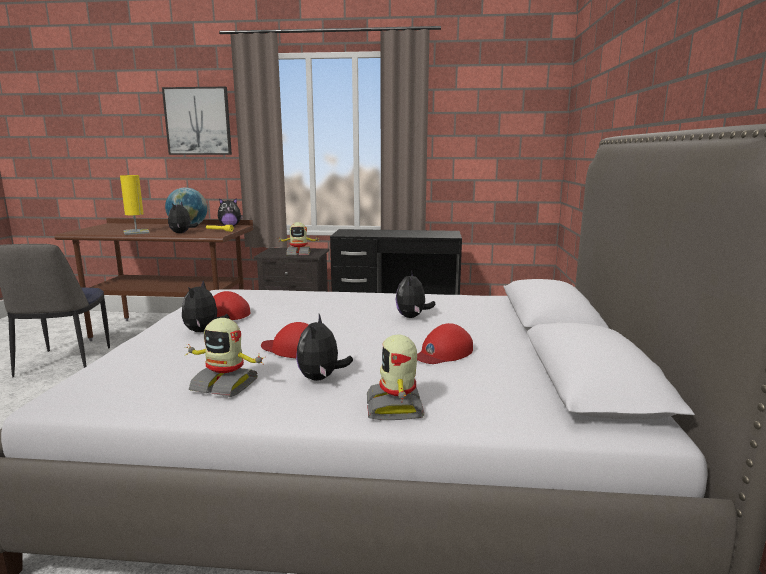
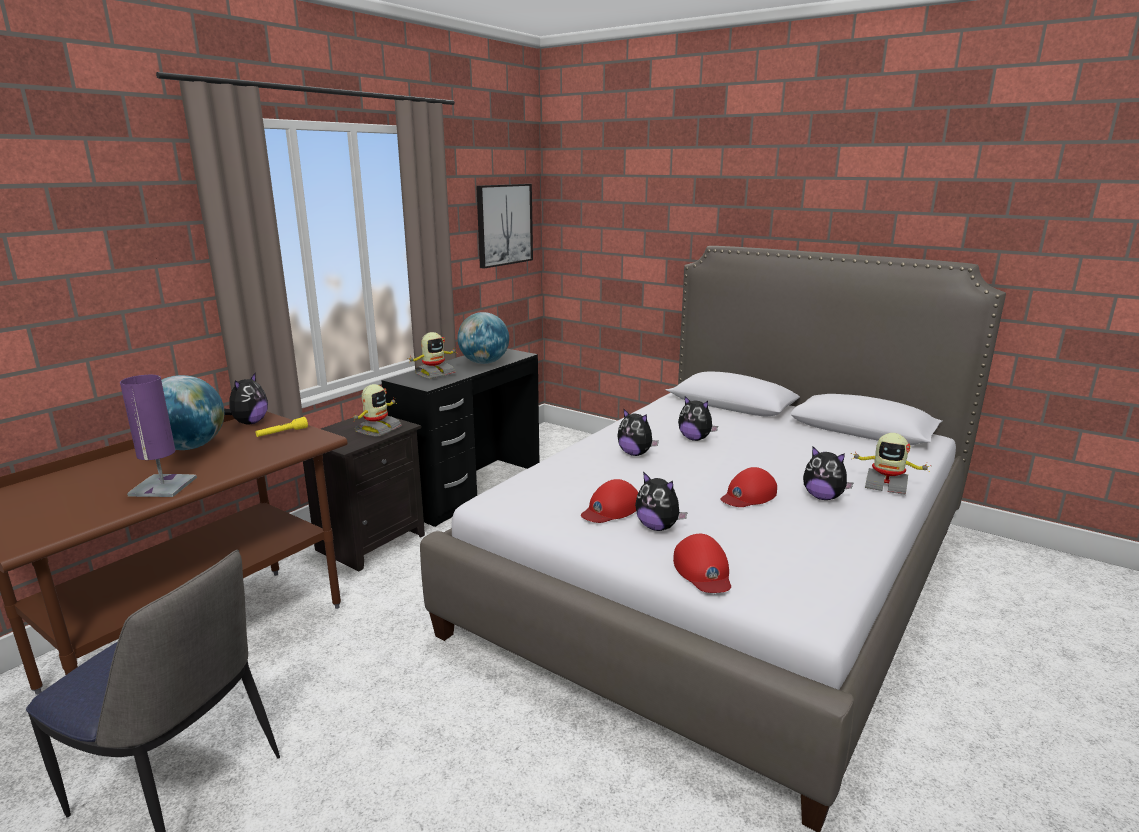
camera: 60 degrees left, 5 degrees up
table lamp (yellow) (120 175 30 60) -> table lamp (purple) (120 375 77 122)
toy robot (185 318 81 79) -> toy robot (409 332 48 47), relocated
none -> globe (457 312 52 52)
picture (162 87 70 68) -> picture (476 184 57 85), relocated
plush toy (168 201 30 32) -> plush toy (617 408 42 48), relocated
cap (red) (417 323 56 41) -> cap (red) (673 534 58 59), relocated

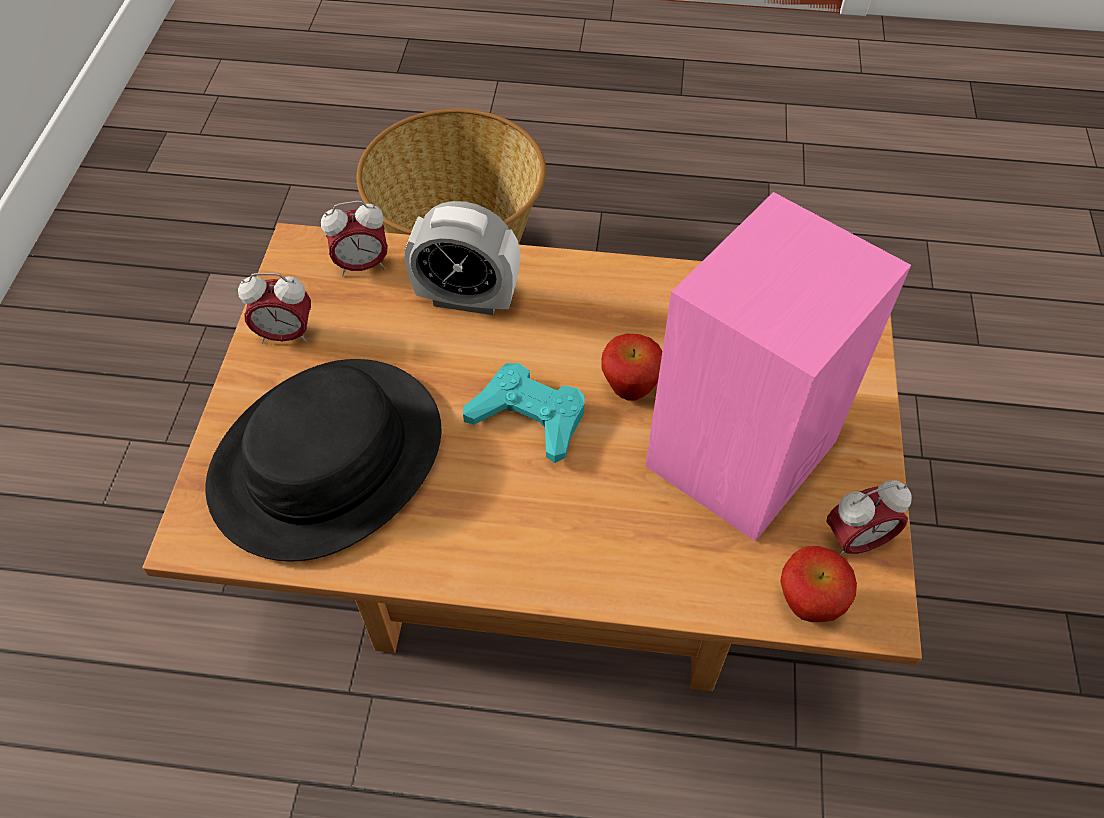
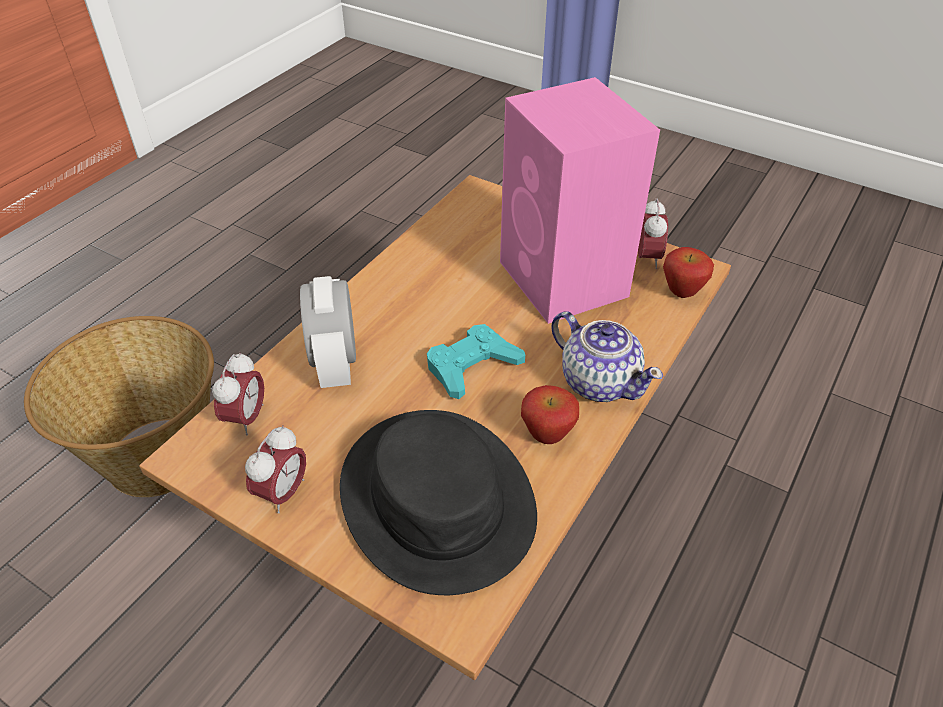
camera: 65 degrees left, 10 degrees down
alarm clock (405 201 115 114) -> alarm clock (300 276 56 112), 135 degrees clockwise
apple (601 334 61 67) -> apple (521 385 58 59), relocated
none -> teapot (551 311 112 91)

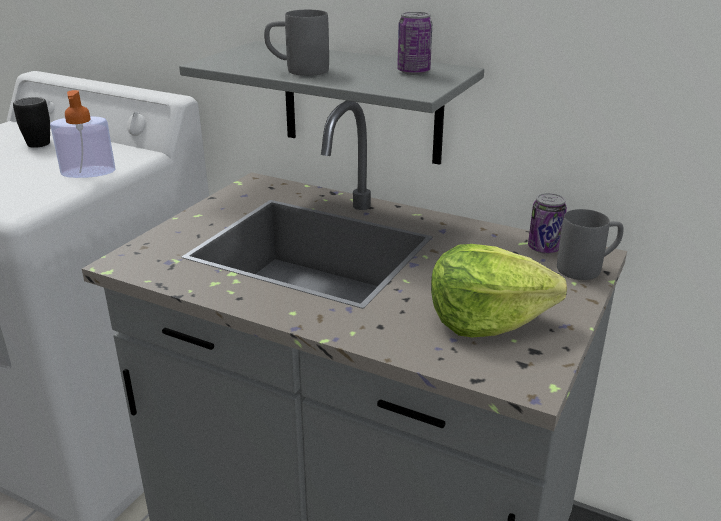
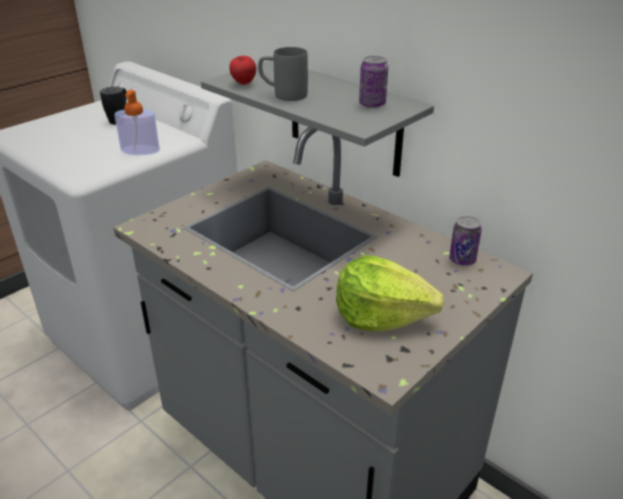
camera: 15 degrees right, 5 degrees up
none -> apple (229 56 27 29)
mug (grey) (557 209 67 71) -> none

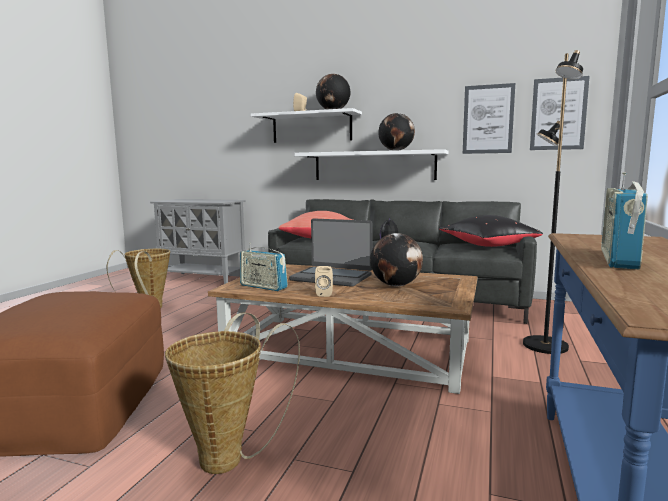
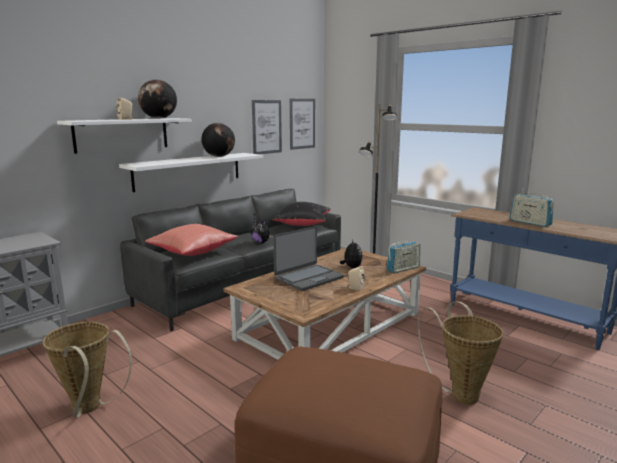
camera: 65 degrees left, 5 degrees up
globe (370 233 53 53) -> plush toy (340 240 23 28)
radio (240 243 48 48) -> radio (387 241 33 32), relocated

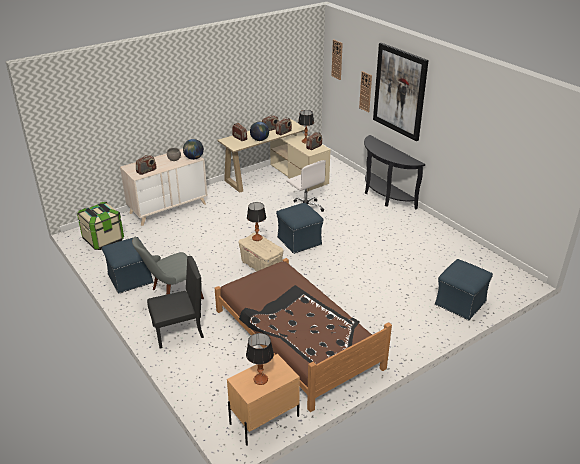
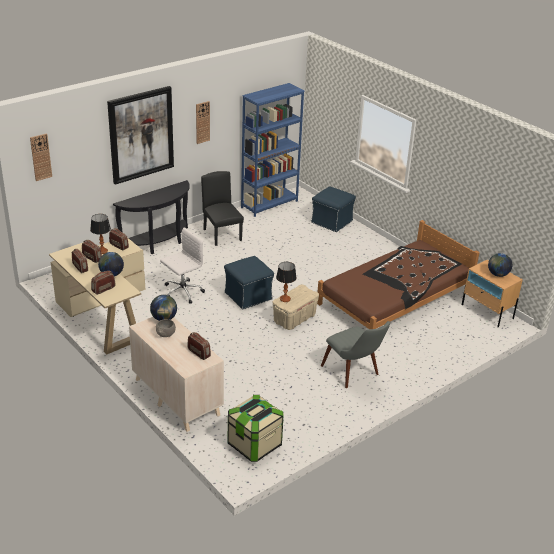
camera: 95 degrees left, 0 degrees up
wall clock (359 71 13 42) -> wall clock (196 101 14 43), relocated
chair (black) (147 256 57 92) -> chair (black) (201 171 43 75), relocated
none -> bookcase (blue) (241 83 64 134)
table lamp (246 333 28 52) -> globe (488 253 24 24)
ottoman (blue) (102 237 51 57) -> none

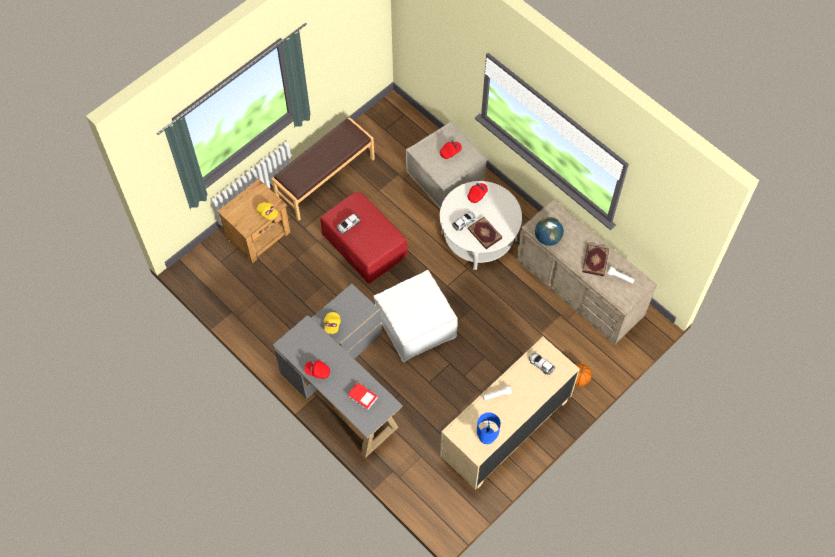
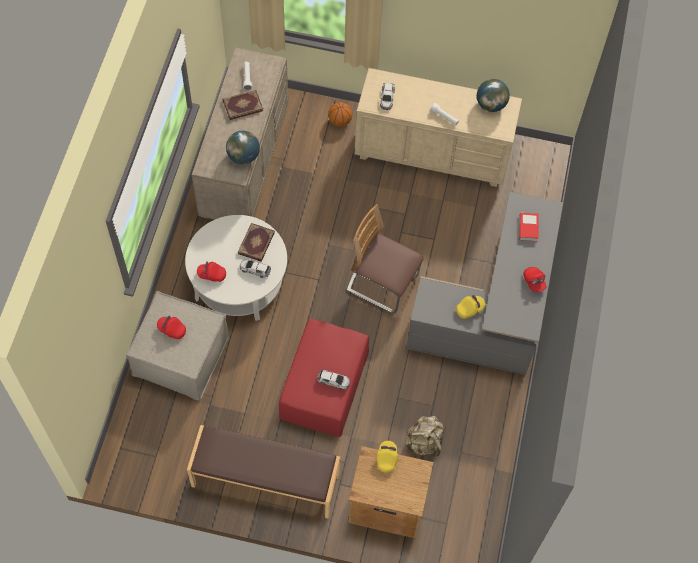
camera: 125 degrees left, 0 degrees up
ottoman (white) (373 270 85 92) -> chair (347 204 77 109)
none -> backpack (beige) (405 416 41 41)
table lamp (blue) (477 412 24 32) -> globe (477 79 33 33)

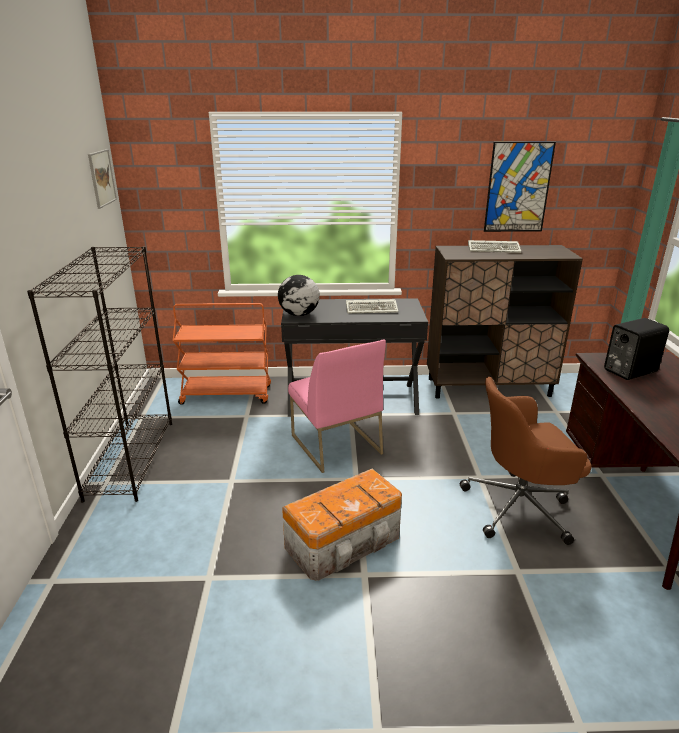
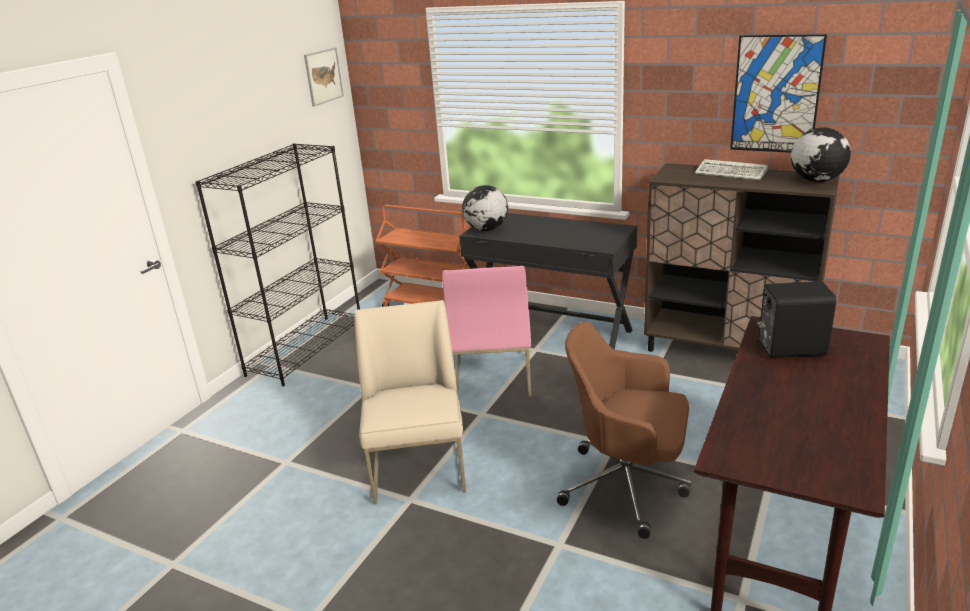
camera: 30 degrees right, 0 degrees up
storage box (282 469 120 112) -> chair (beige) (354 300 112 204)
none -> globe (791 127 60 55)
keyboard (346 299 52 14) -> none

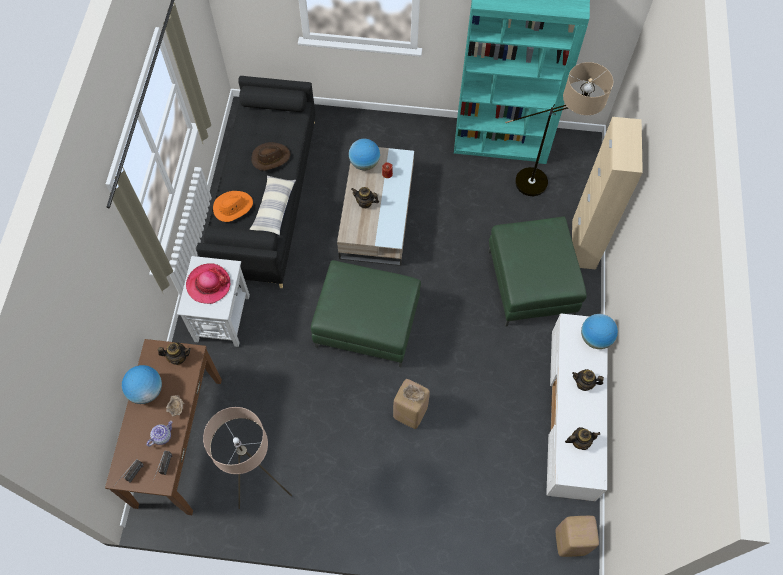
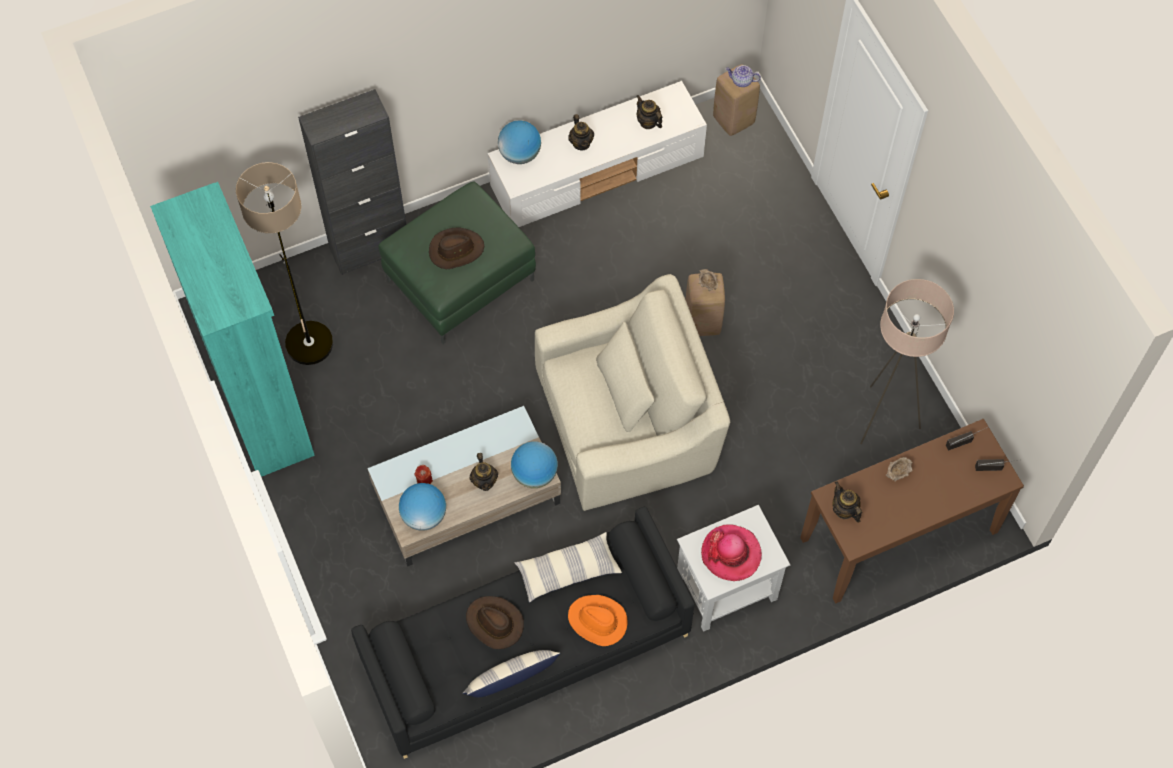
camera: 120 degrees left, 0 degrees up
cabinet (beige) (572 117 71 153) -> cabinet (black) (298 89 108 186)
none -> hat (brown) (429 227 55 42)
none -> pillow (462 650 98 47)
globe (122 365 40 39) -> globe (511 441 47 47), relocated
ottoman (green) (311 260 110 107) -> armchair (beige) (535 274 195 237)
teapot (147 421 25 26) -> teapot (726 65 35 22), relocated

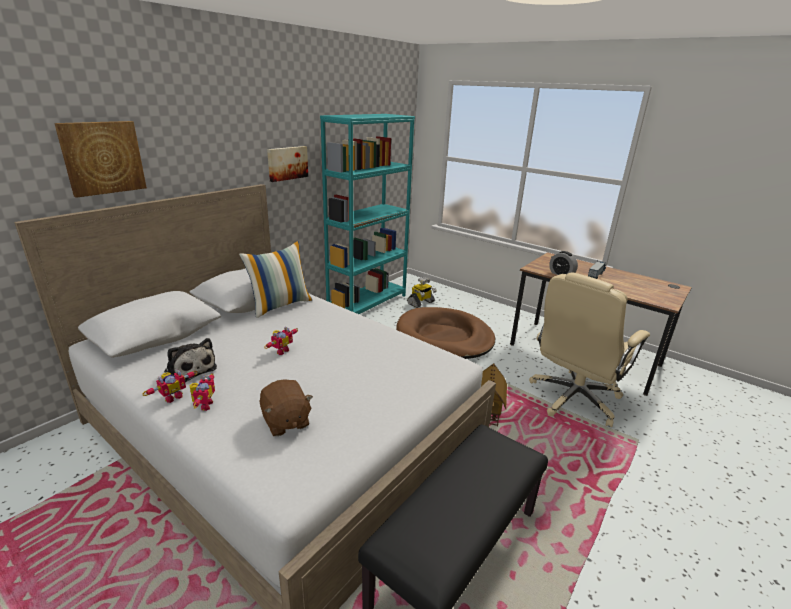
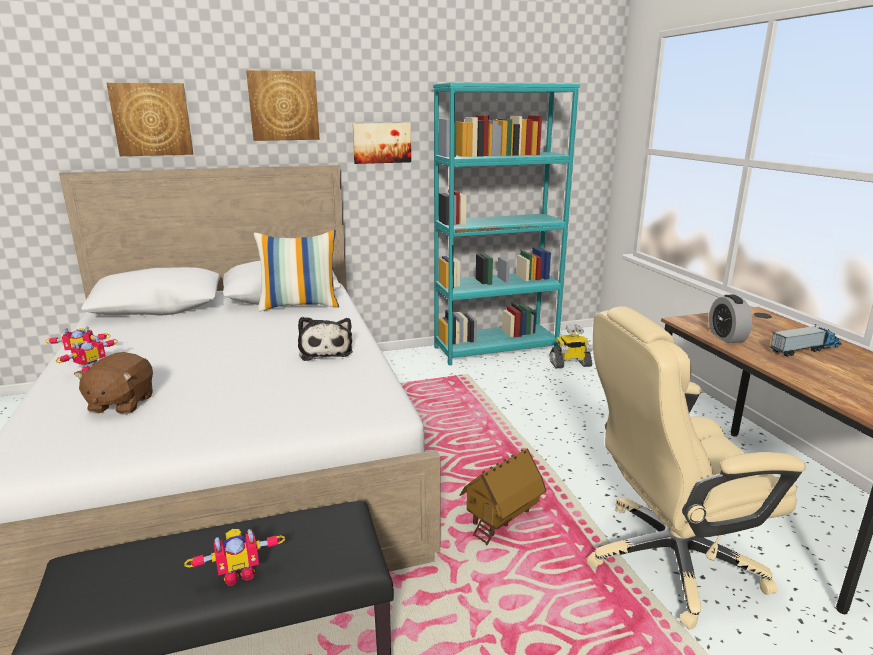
camera: 35 degrees right, 5 degrees down
toy robot (265 327 33 28) -> toy robot (184 529 101 57), relocated
none -> picture (246 70 74 71)
plush toy (164 338 53 44) -> plush toy (298 317 55 44), relocated
dog bed (brown) (396 307 99 52) -> none

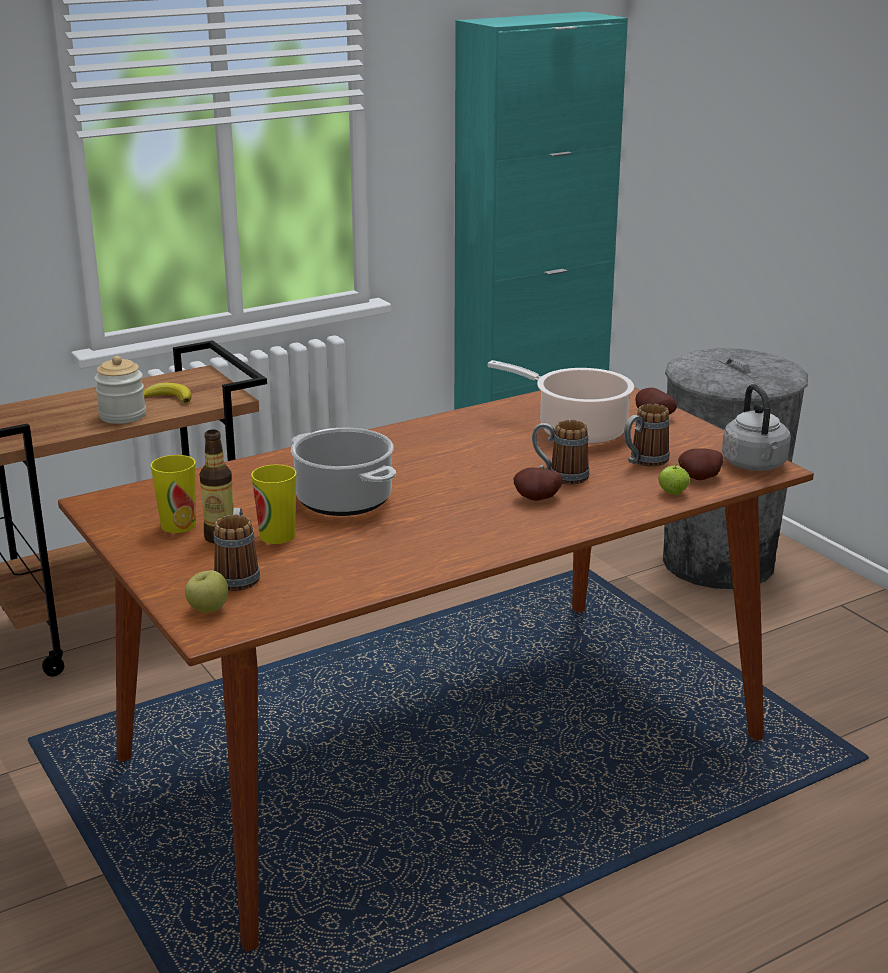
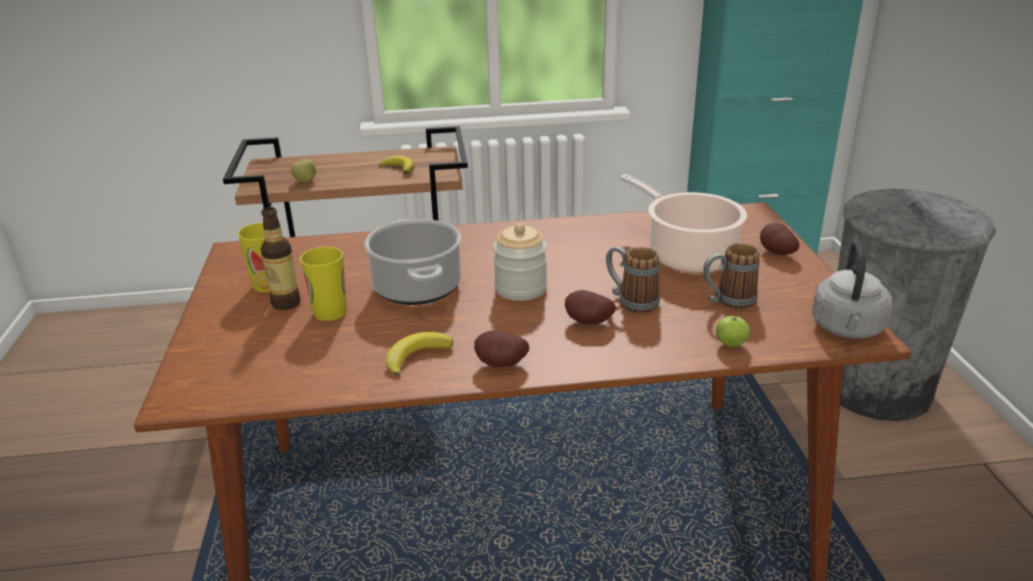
camera: 25 degrees right, 5 degrees up
apple (185 570 43 43) -> apple (291 159 25 24), relocated
none -> banana (386 332 67 45)
potato (678 448 46 32) -> potato (474 331 55 36), relocated
jar (94 356 52 68) -> jar (493 223 54 78), relocated
mug (214 508 46 83) -> none

